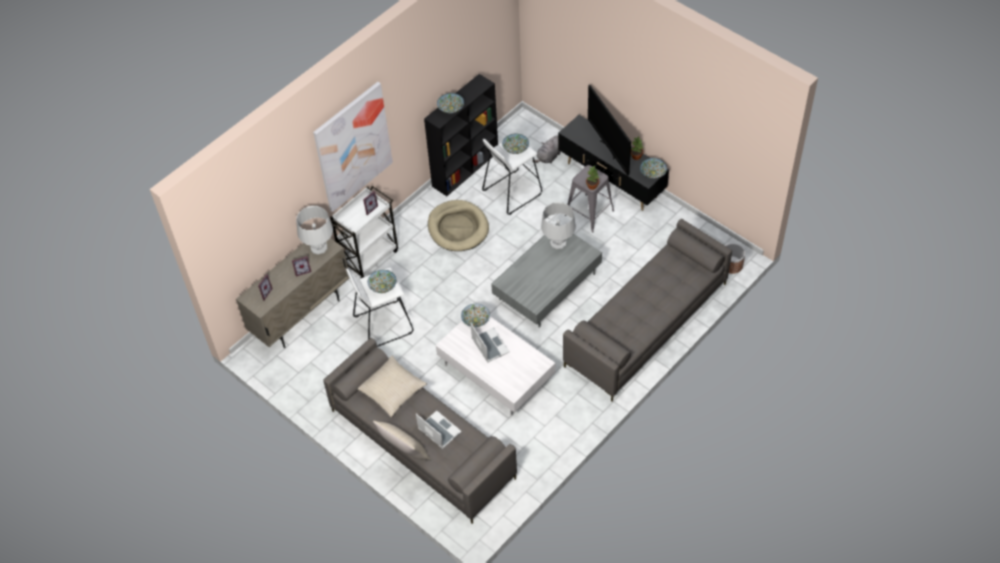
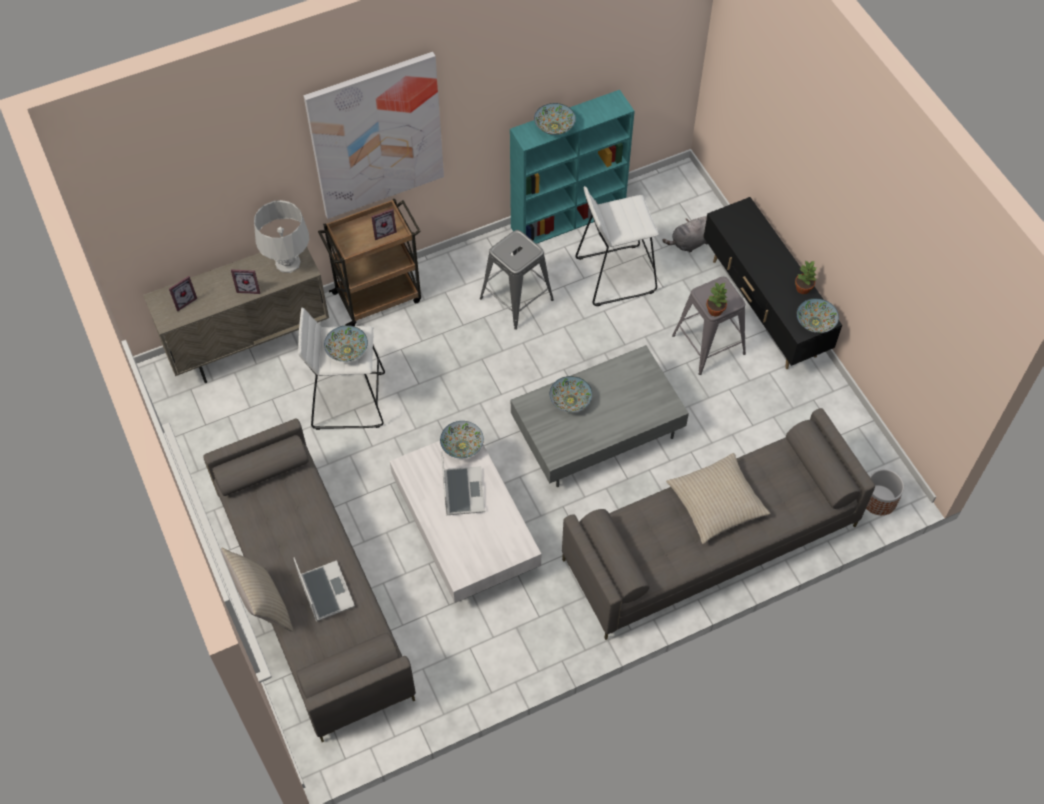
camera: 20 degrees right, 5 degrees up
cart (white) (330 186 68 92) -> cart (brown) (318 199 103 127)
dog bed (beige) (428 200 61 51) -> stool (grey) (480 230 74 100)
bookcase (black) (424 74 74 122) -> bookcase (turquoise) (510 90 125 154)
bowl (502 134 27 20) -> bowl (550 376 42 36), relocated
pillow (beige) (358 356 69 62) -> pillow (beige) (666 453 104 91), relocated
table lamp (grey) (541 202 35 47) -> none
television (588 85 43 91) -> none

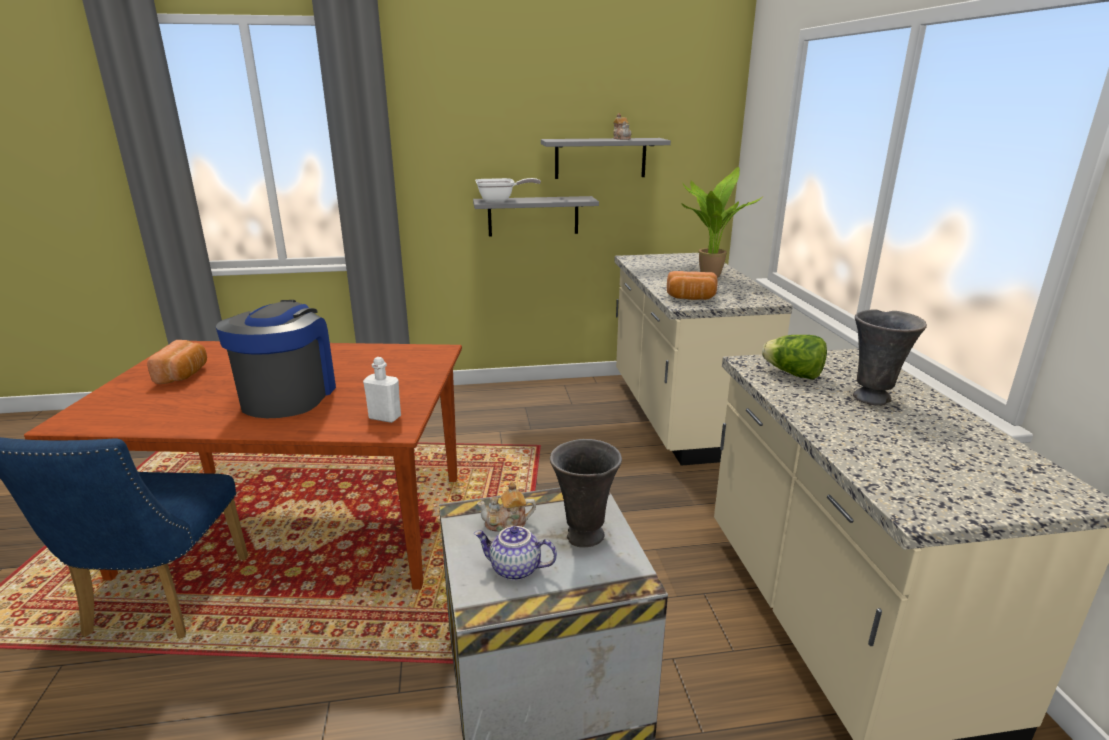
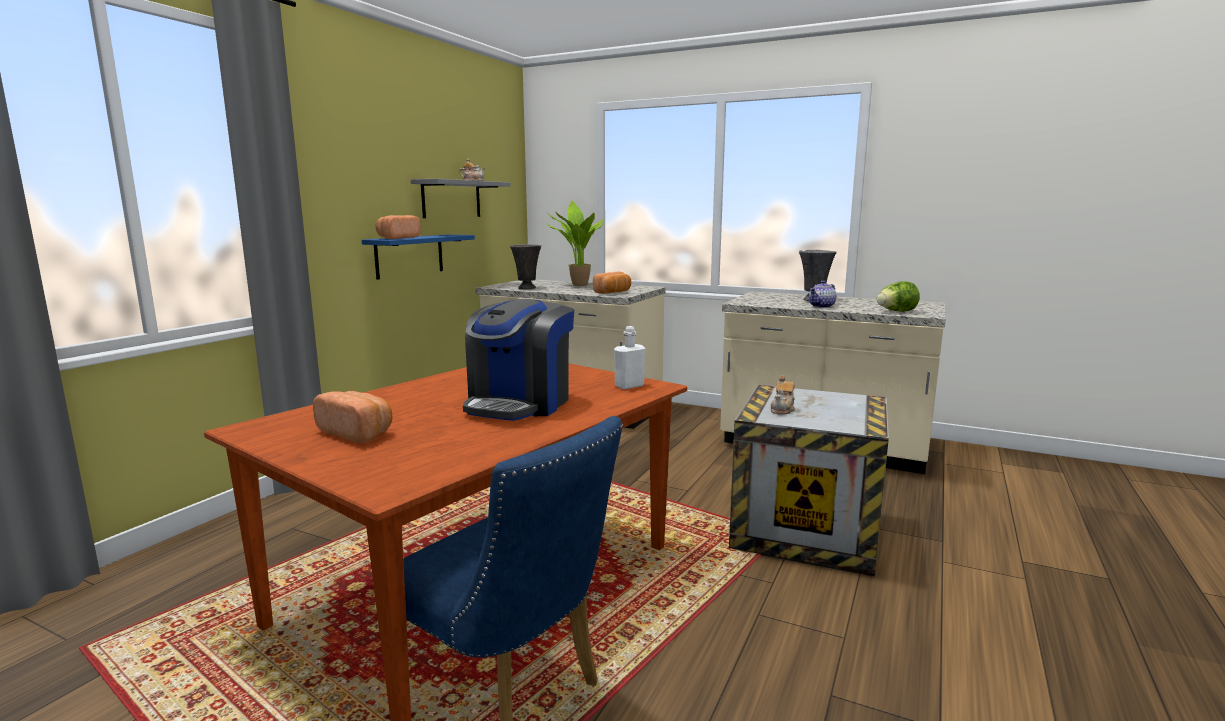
camera: 55 degrees left, 10 degrees down
shelf (grey) (473 196 126 40) -> shelf (blue) (362 234 113 46)
frying pan (475 178 66 24) -> bread (376 215 45 24)
coffee machine (215 300 121 118) -> coffee machine (463 298 111 123), 105 degrees counterclockwise
vase (grey) (550 439 72 108) -> vase (grey) (510 244 31 45), relocated
teapot (474 526 83 55) -> teapot (809 281 27 27), relocated
lettuce (762 335 65 45) -> lettuce (876 281 44 31), relocated

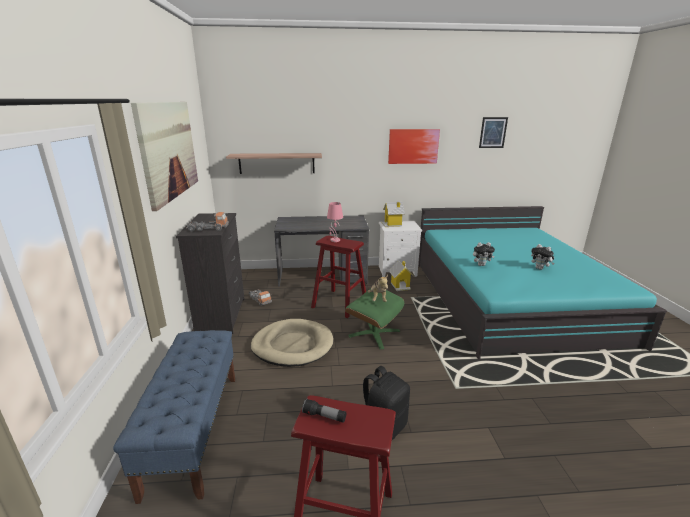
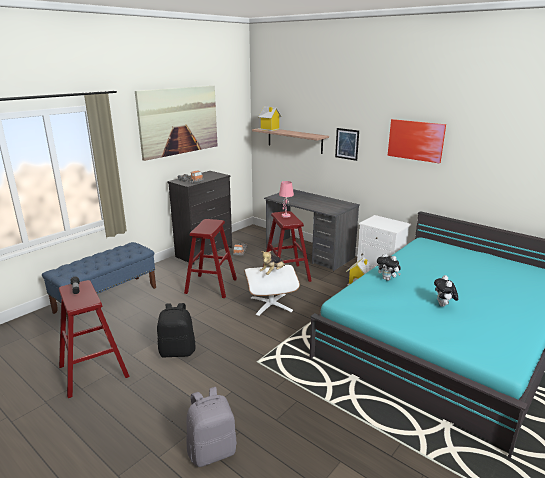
camera: 45 degrees right, 0 degrees up
dog bed (beige) (251 319 82 48) -> stool (red) (184 219 53 79)
none -> backpack (grey) (186 387 51 80)
ottoman (green) (345 288 59 62) -> ottoman (white) (244 265 56 51)
toy house (382 202 23 25) -> toy house (258 107 24 24), relocated
picture (479 117 29 31) -> picture (335 128 24 33), relocated

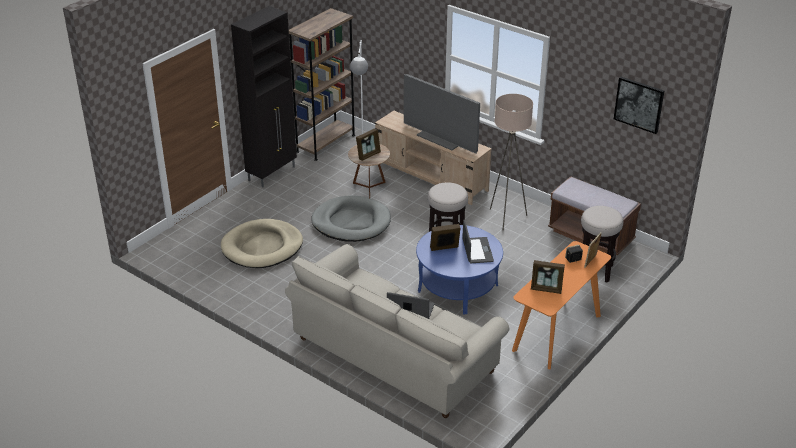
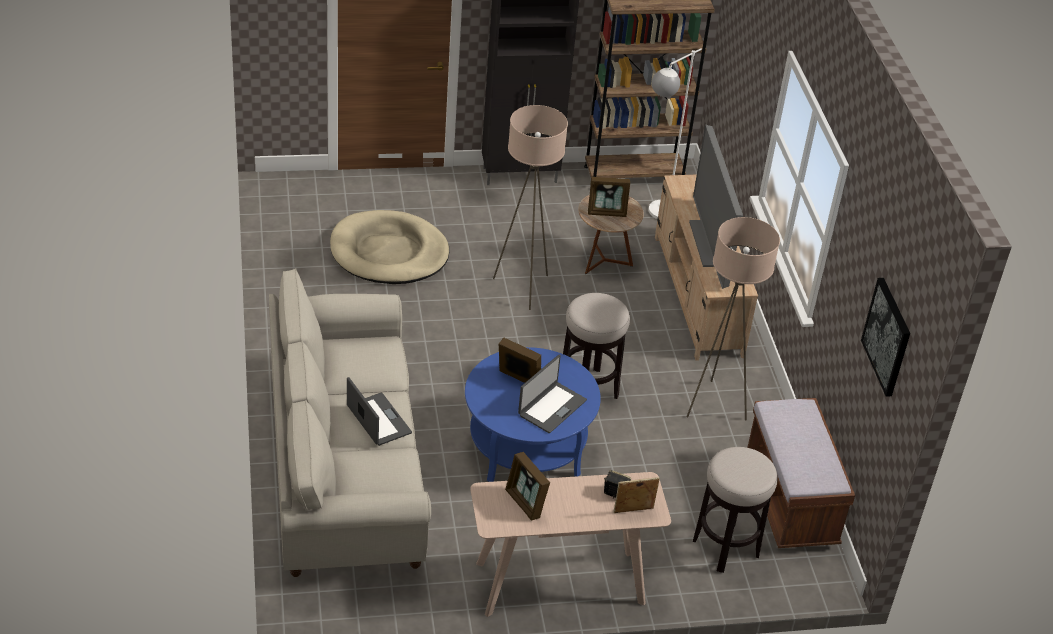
camera: 40 degrees right, 5 degrees up
console table (orange) (512 241 99 128) -> console table (beige) (470 472 201 145)
dog bed (grey) (311 195 80 47) -> floor lamp (beige) (493 105 75 205)

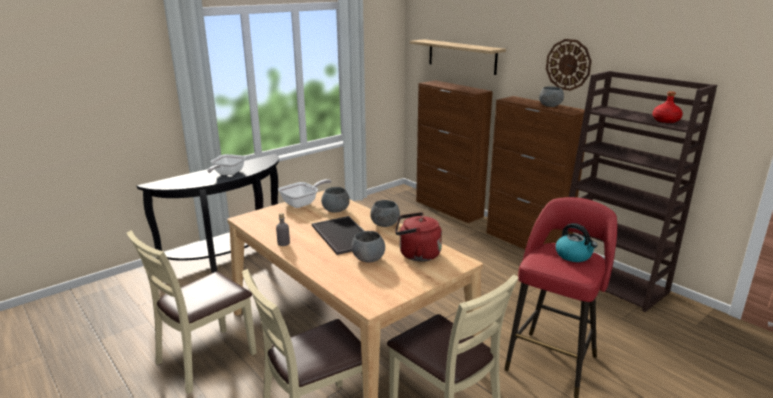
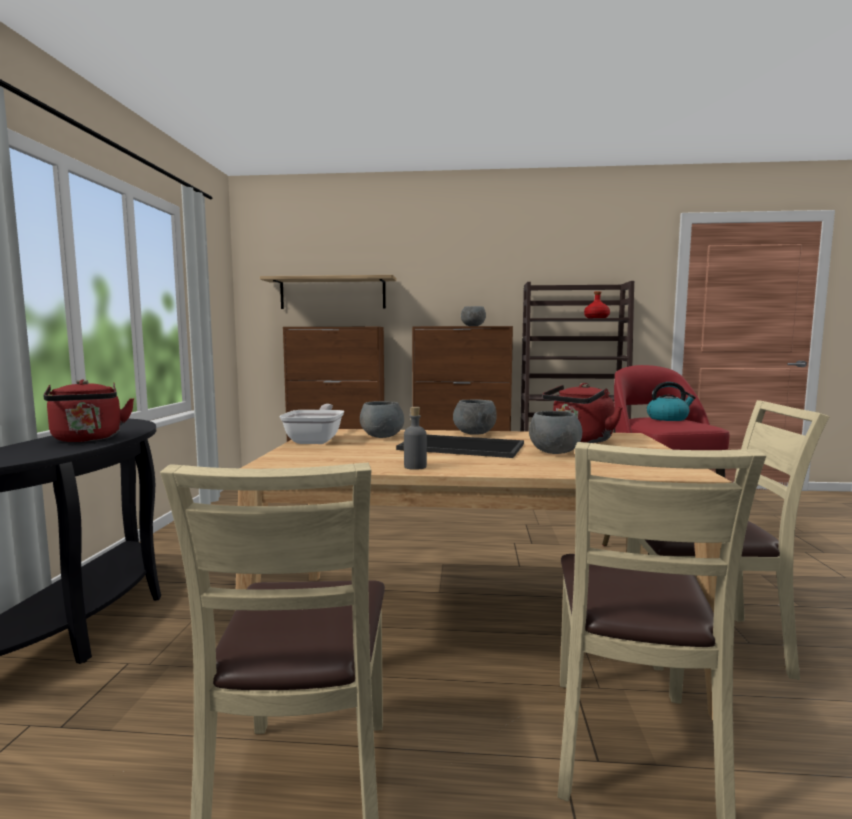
camera: 45 degrees left, 15 degrees down
frying pan (207 154 39 21) -> kettle (red) (43 379 91 63)
wall clock (546 39 46 52) -> none

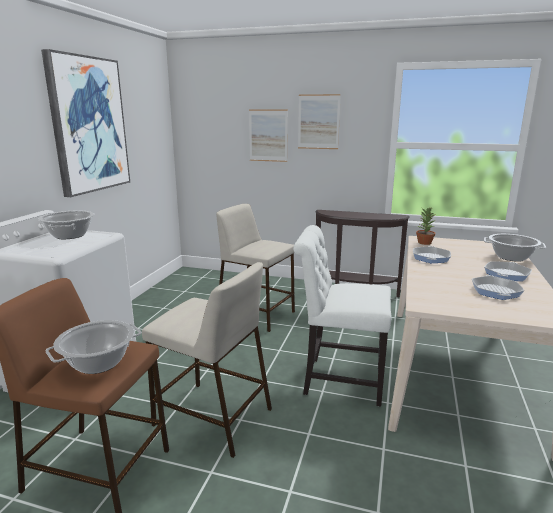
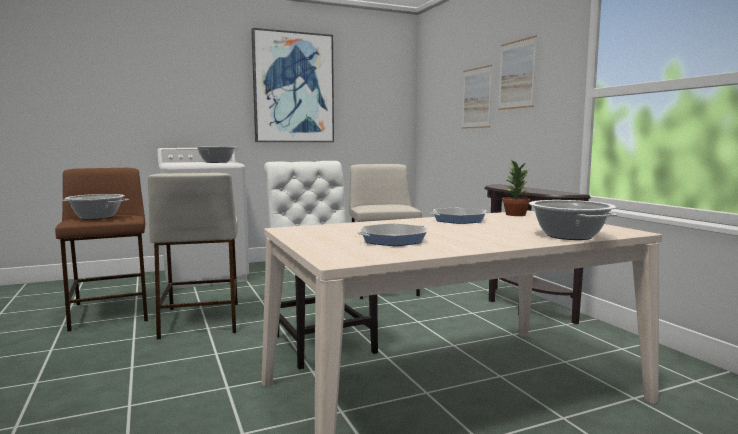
camera: 50 degrees right, 10 degrees down
frying pan (484 261 48 20) -> none

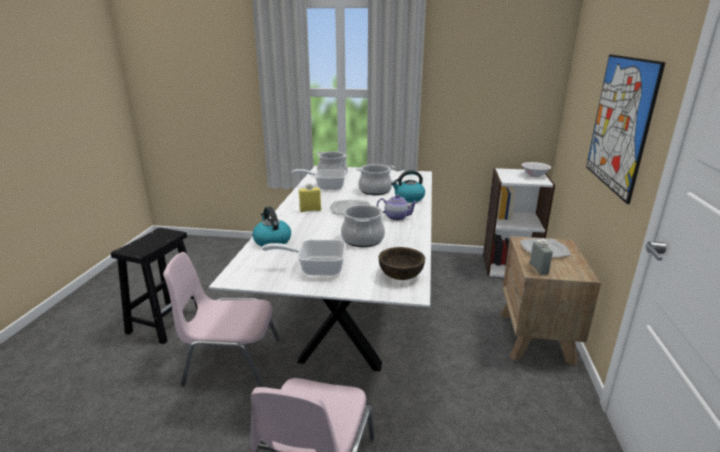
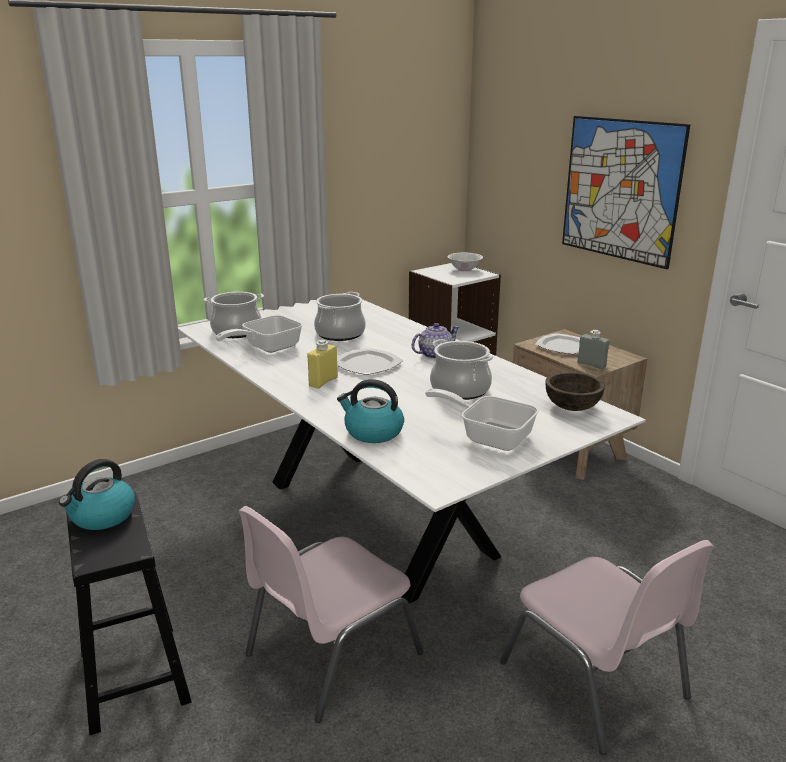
camera: 45 degrees left, 0 degrees up
kettle (391 170 34 32) -> kettle (59 459 76 71), relocated
frying pan (262 240 84 35) -> frying pan (425 389 114 62), 75 degrees clockwise

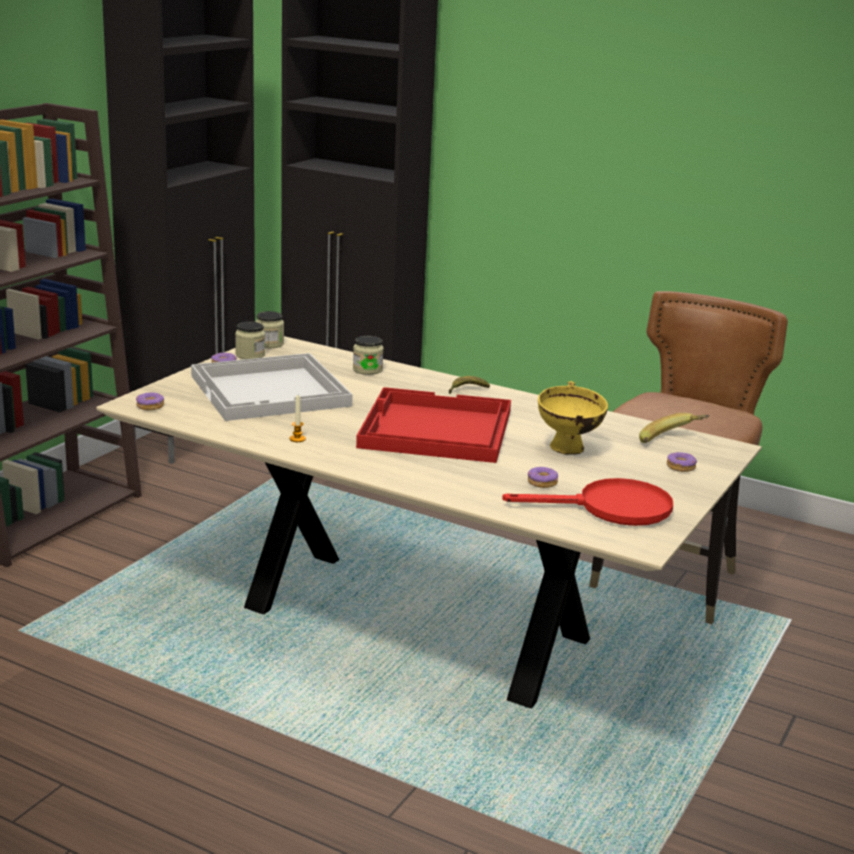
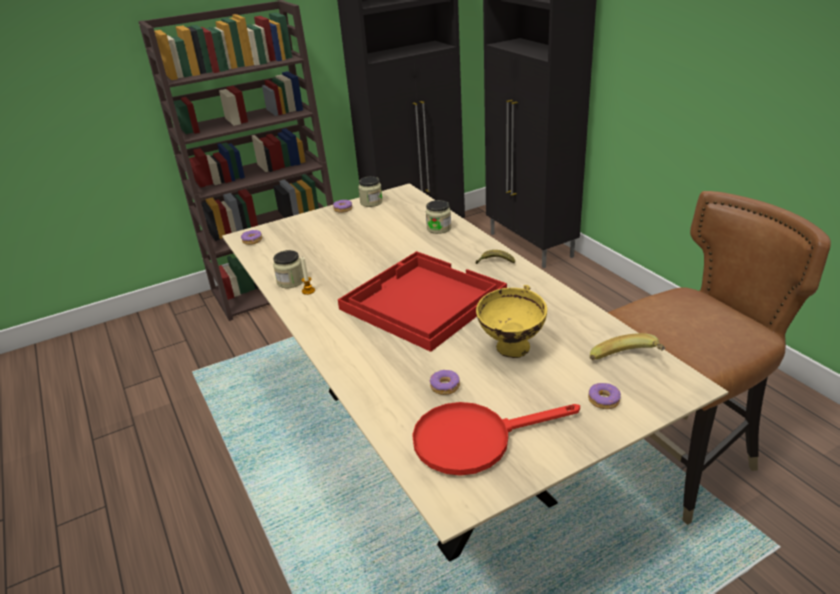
camera: 35 degrees right, 10 degrees up
jar (255 311 29 37) -> jar (273 250 31 38), relocated
frying pan (red) (502 478 171 48) -> frying pan (red) (412 402 168 74), 135 degrees clockwise
tray (white) (191 353 162 68) -> none

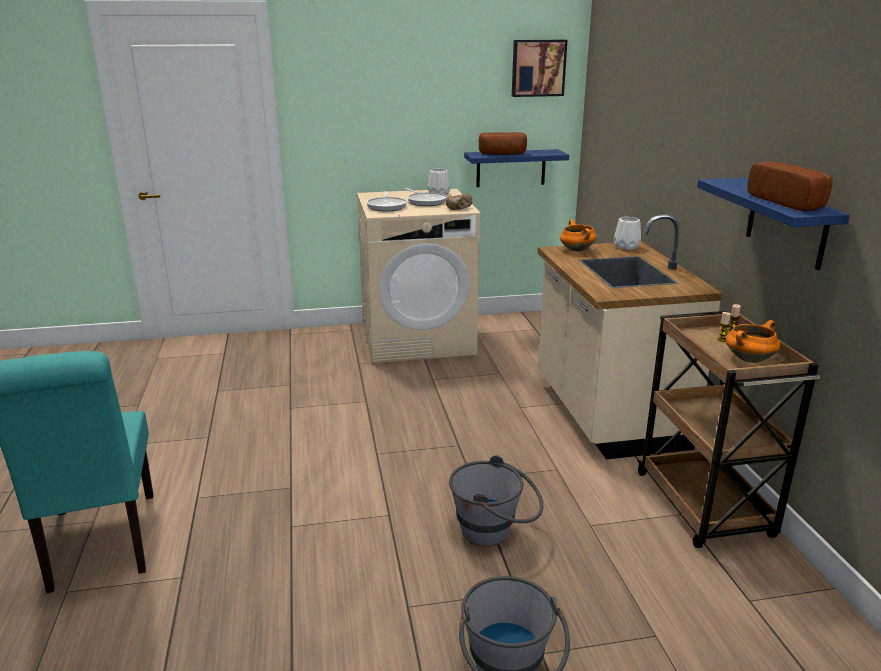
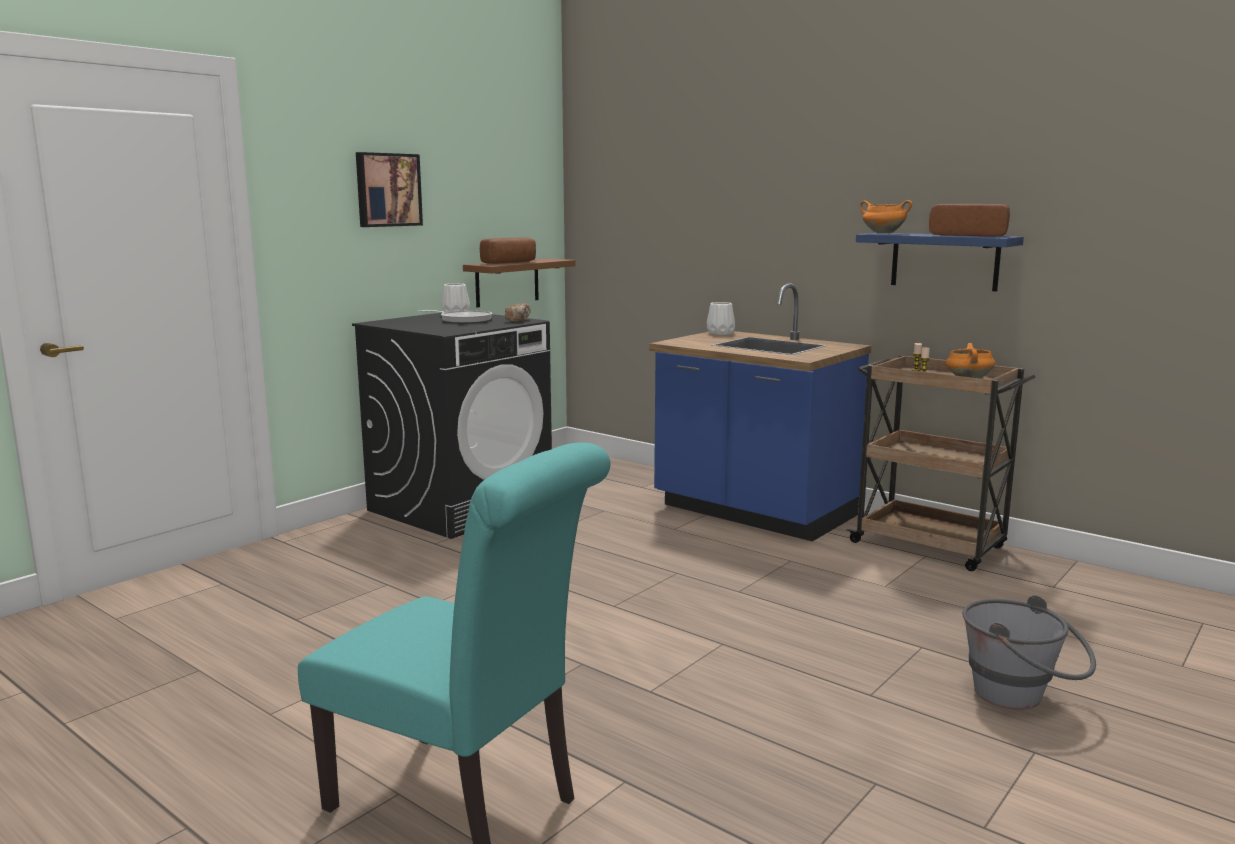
camera: 40 degrees left, 10 degrees down
washing machine (beige) (357 189 123 174) -> washing machine (black) (352 313 200 226)
picture (512 40 56 57) -> picture (356 152 67 75), relocated
shelf (blue) (464 149 105 38) -> shelf (brown) (463 258 113 50)
counter (beige) (538 214 185 246) -> counter (blue) (649 283 222 259)
cooking pot (orange) (560 220 37 32) -> cooking pot (orange) (859 200 53 34), relocated
frying pan (366 191 41 20) -> none
bucket (grey) (449 455 95 92) -> none

